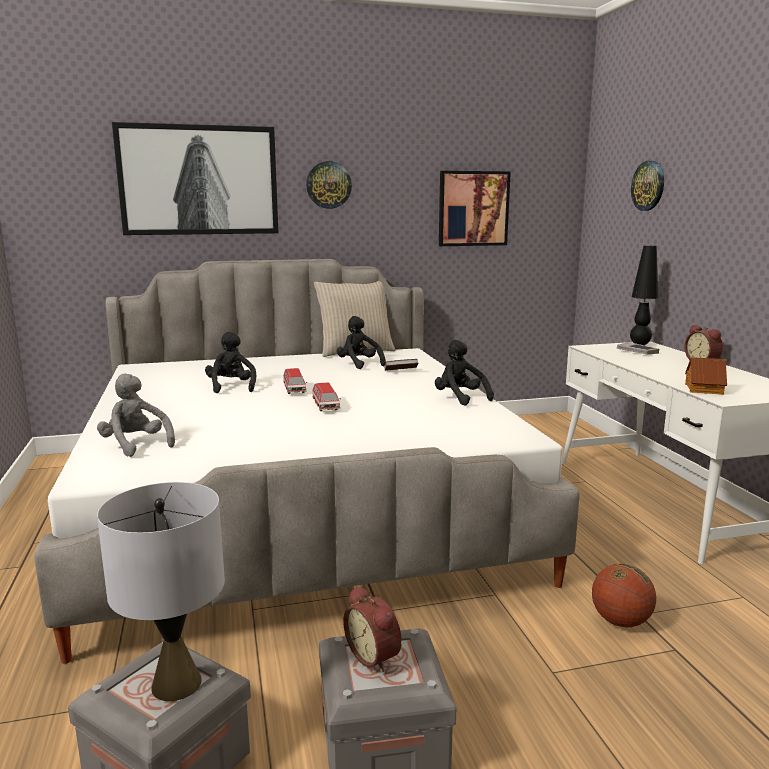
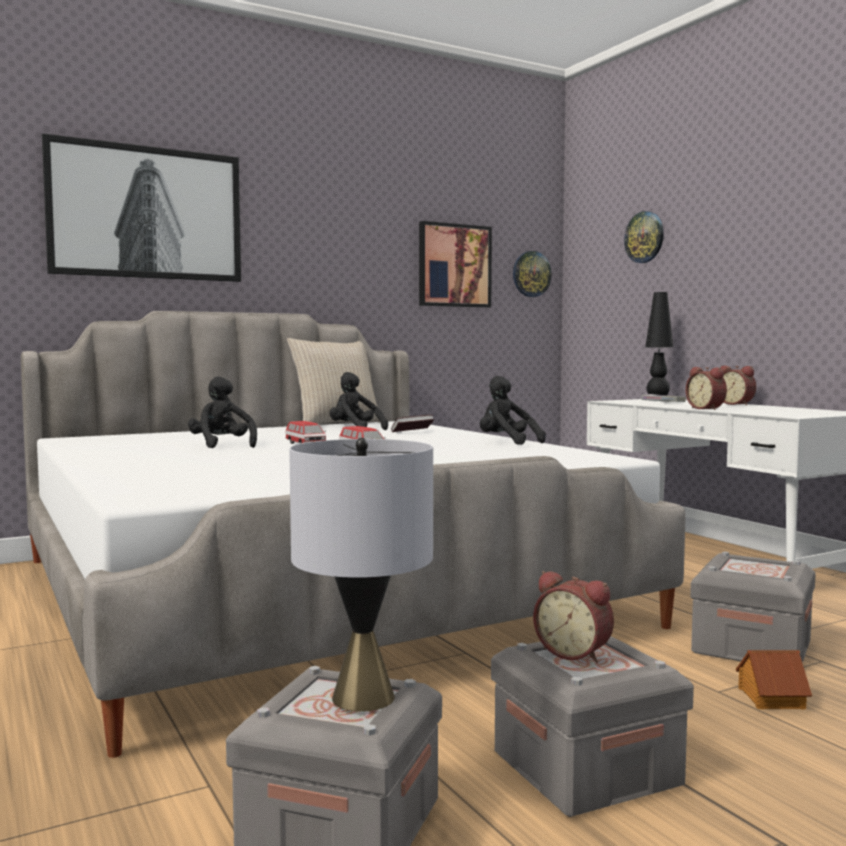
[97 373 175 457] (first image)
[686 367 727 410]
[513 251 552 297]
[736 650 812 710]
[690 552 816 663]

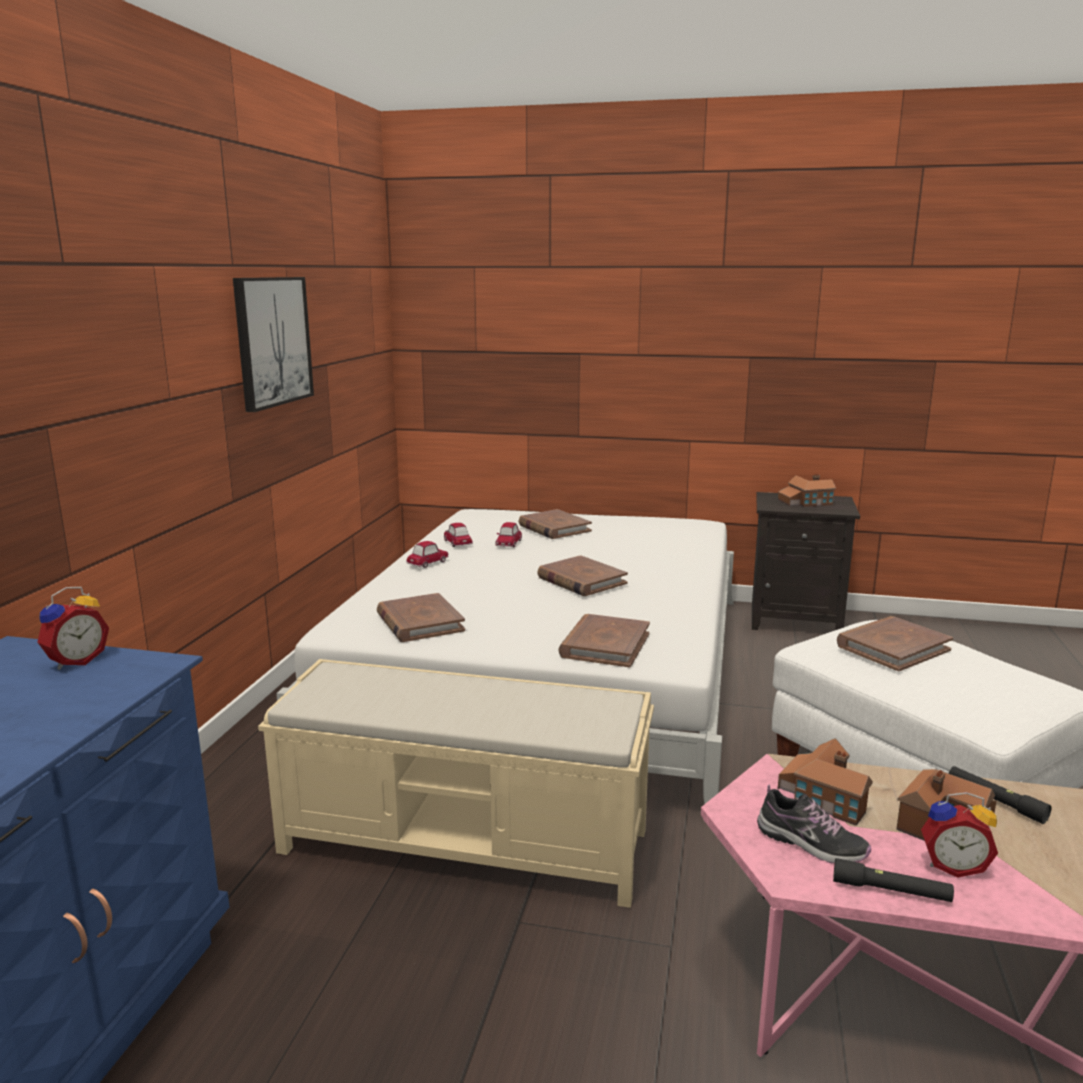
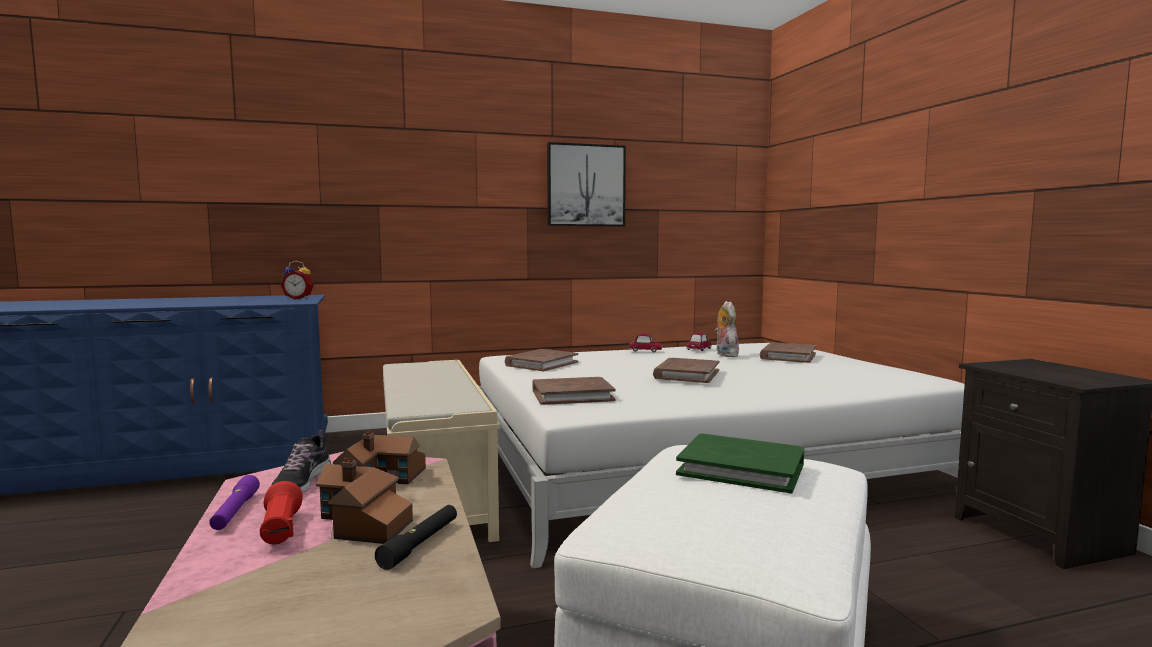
[778 474 836 507] (first image)
[714 301 739 357]
[260 481 303 545]
[209 475 260 530]
[676 434 804 493]

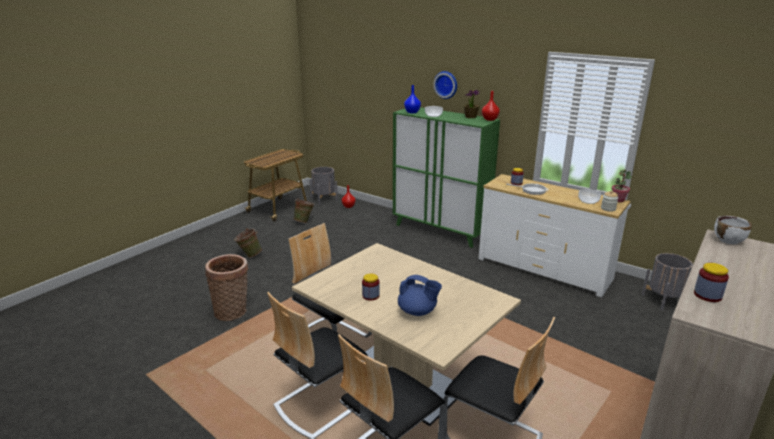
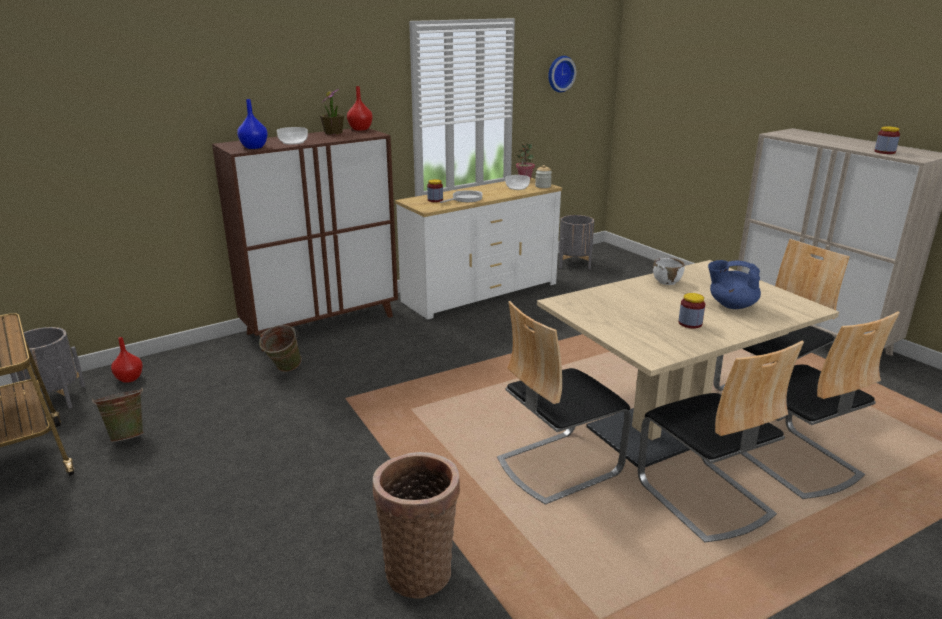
[259 325 302 372]
[548 56 576 92]
[653 258 685 285]
[212 128 398 352]
[708 260 761 309]

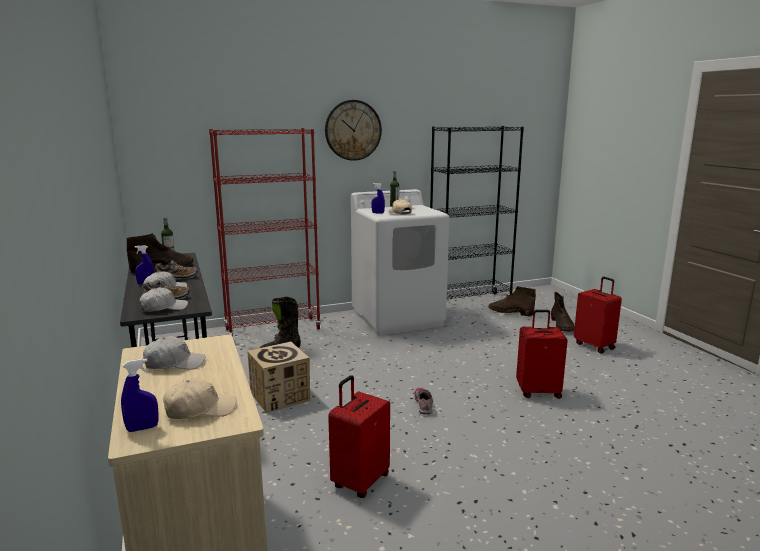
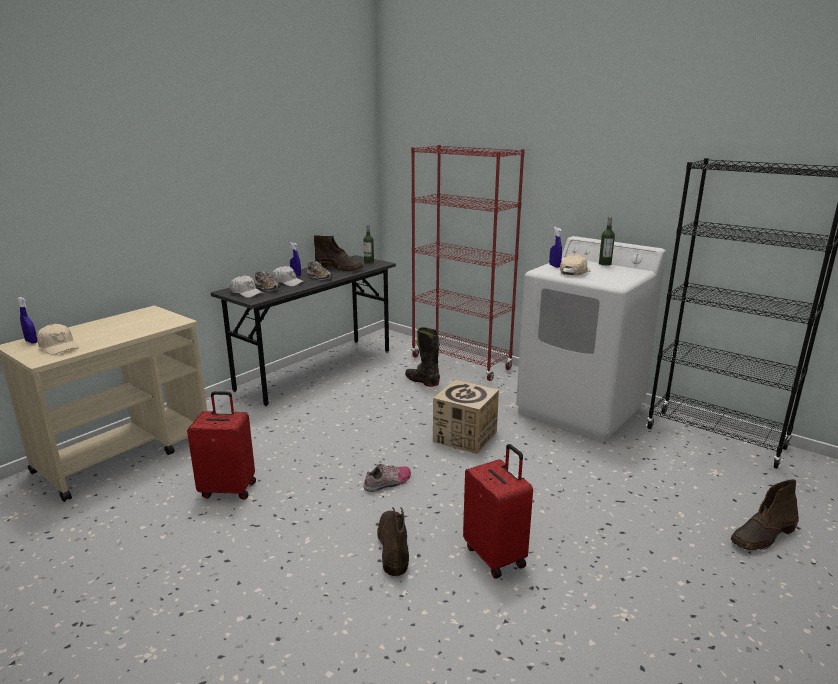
[143 336 206 370] (first image)
[325 100 382 161] (first image)
[574 277 622 354] (first image)
[433 380 499 454]
[377 507 409 576]

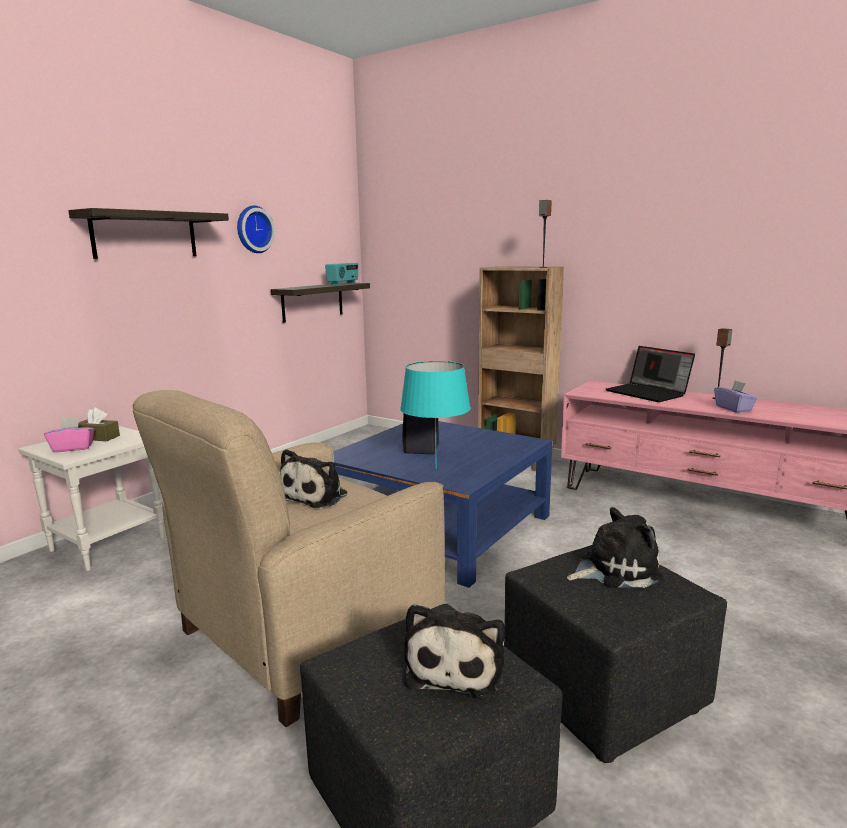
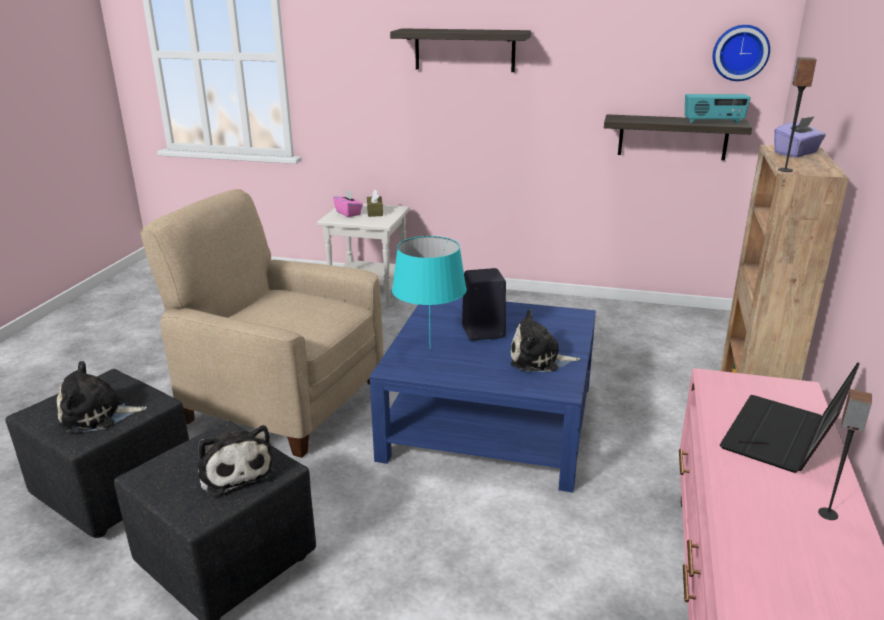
[713 25 770 81]
[511 309 580 372]
[774 116 826 157]

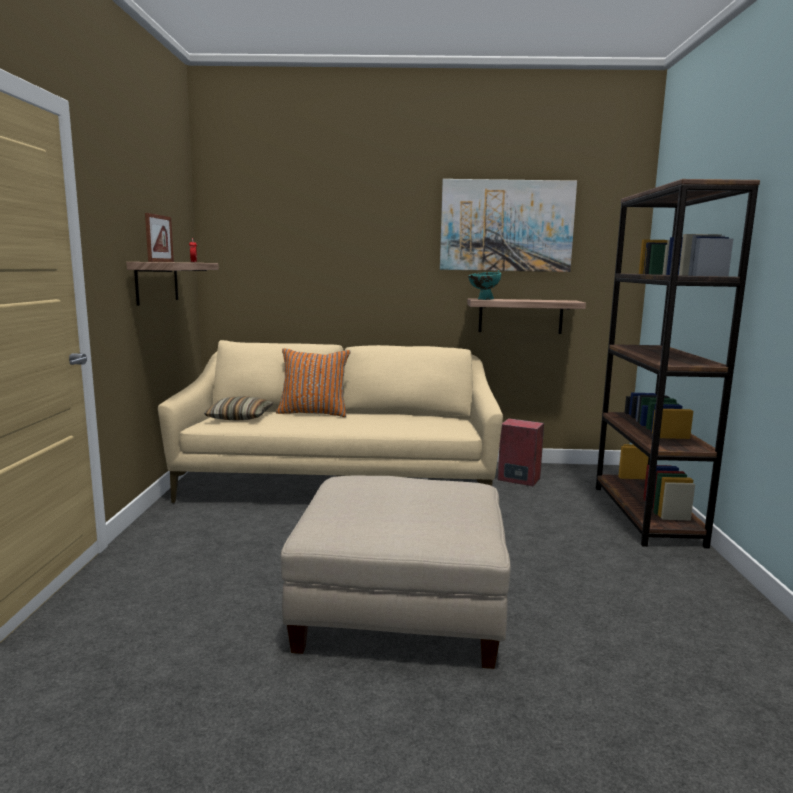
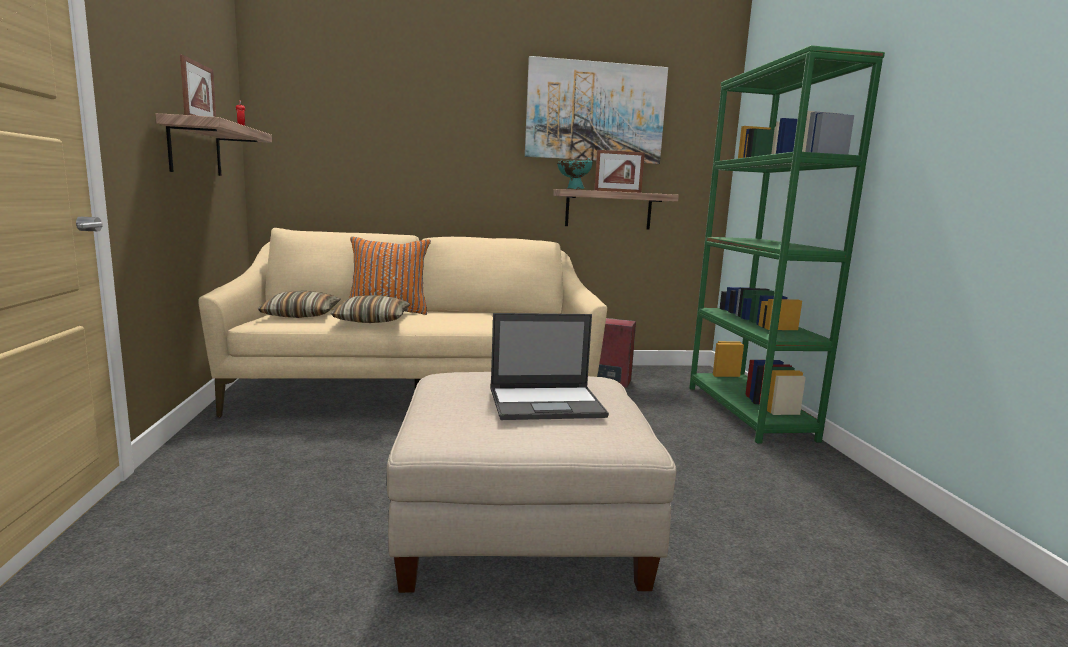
[331 295 410 323]
[491 313 609 420]
[594 150 645 193]
[689 45 885 443]

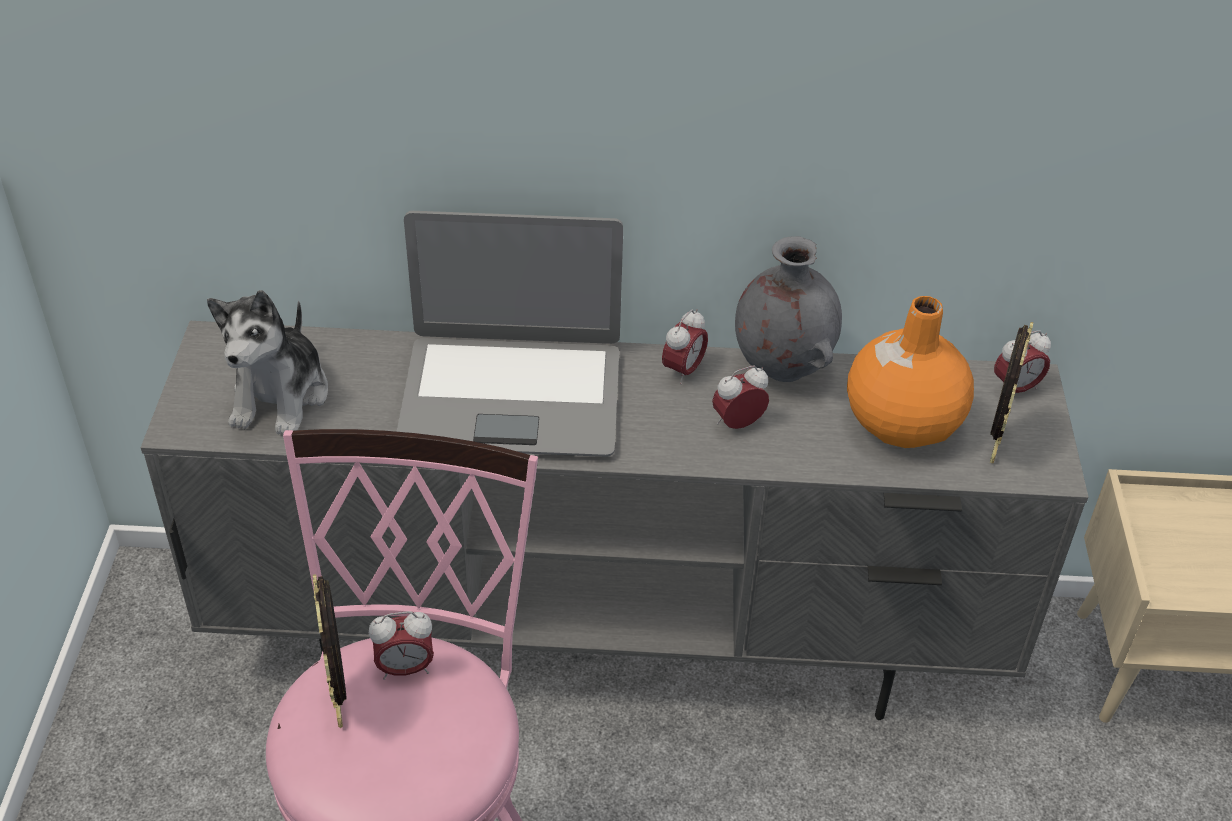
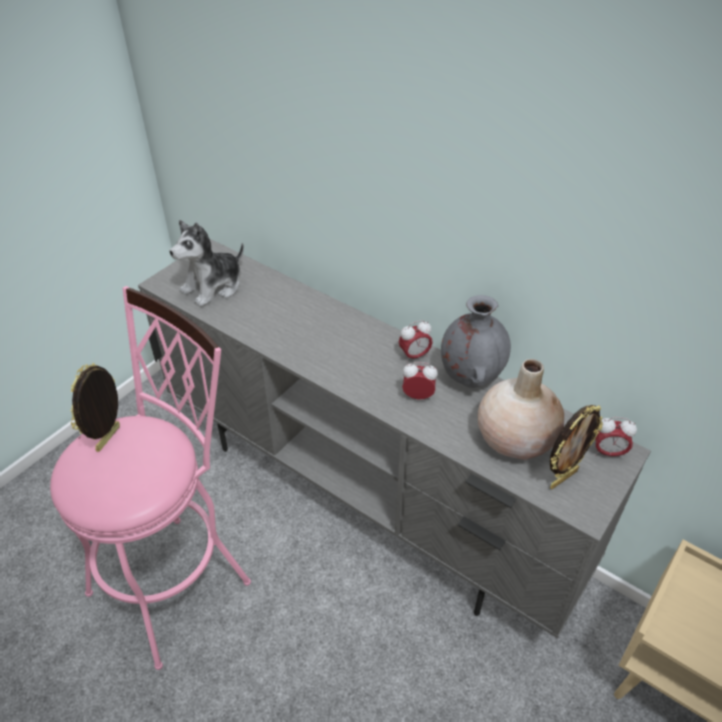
[369 611 434 680] (first image)
[396 211 623 457] (first image)
[478 359 564 460]

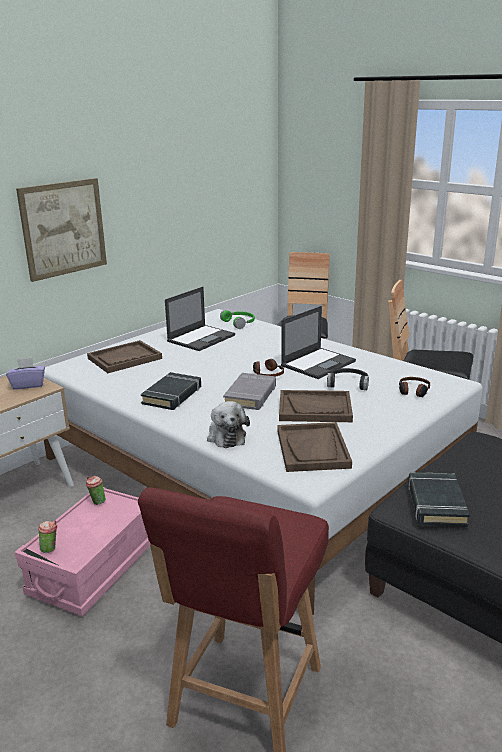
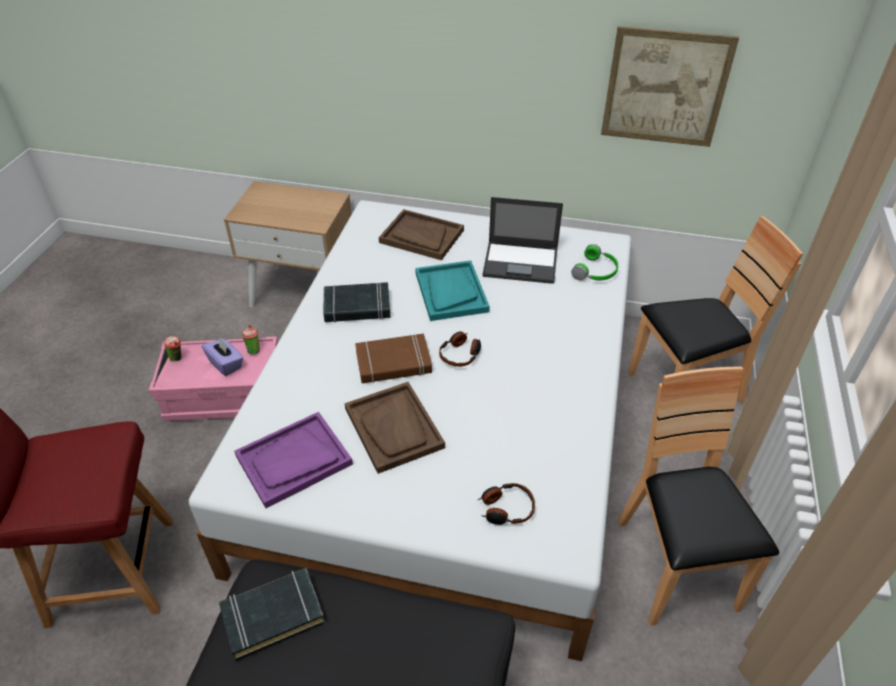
[207 401 250 448] (first image)
[281 306 356 379] (first image)
[327 368 369 390] (first image)
[415 260 490 321]
[202 338 243 376]
[601 26 739 147]
[355 333 432 383]
[234 412 353 508]

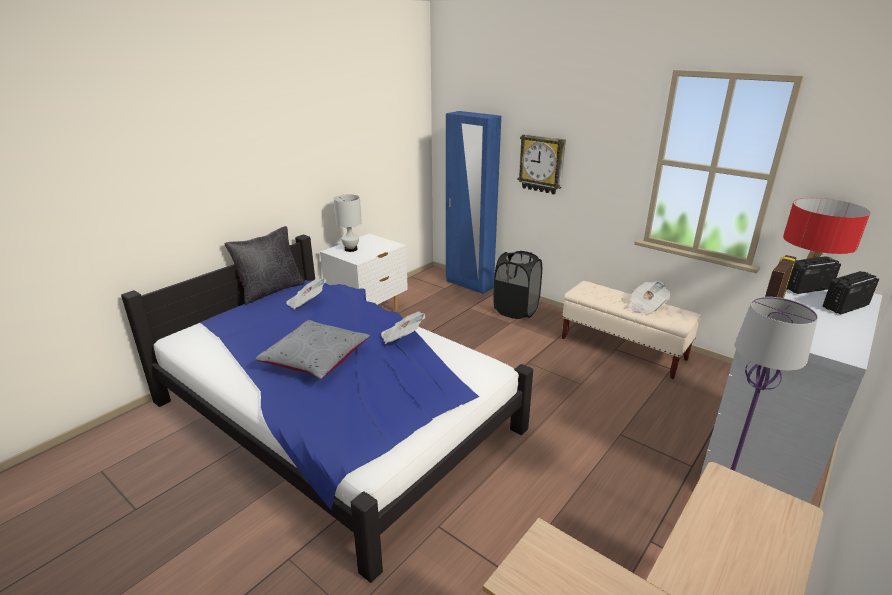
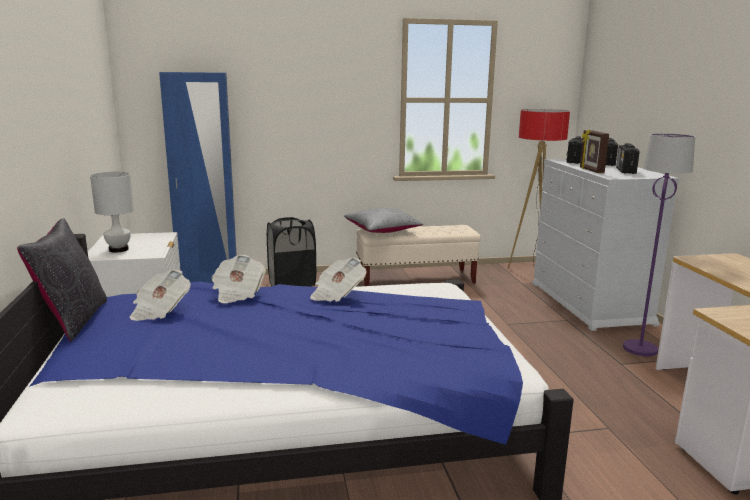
[518 134 566 194] (first image)
[616 143 640 174]
[344 208 423 233]
[211 255 266 303]

